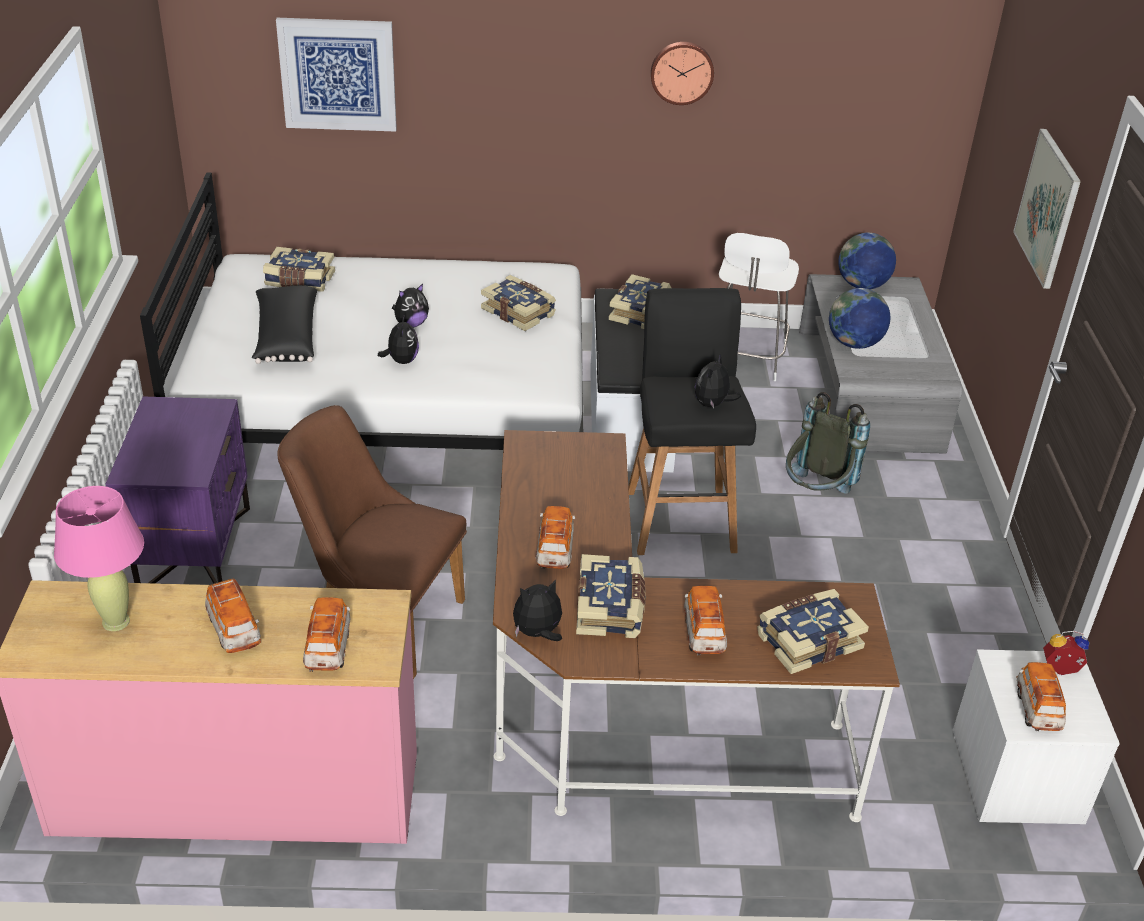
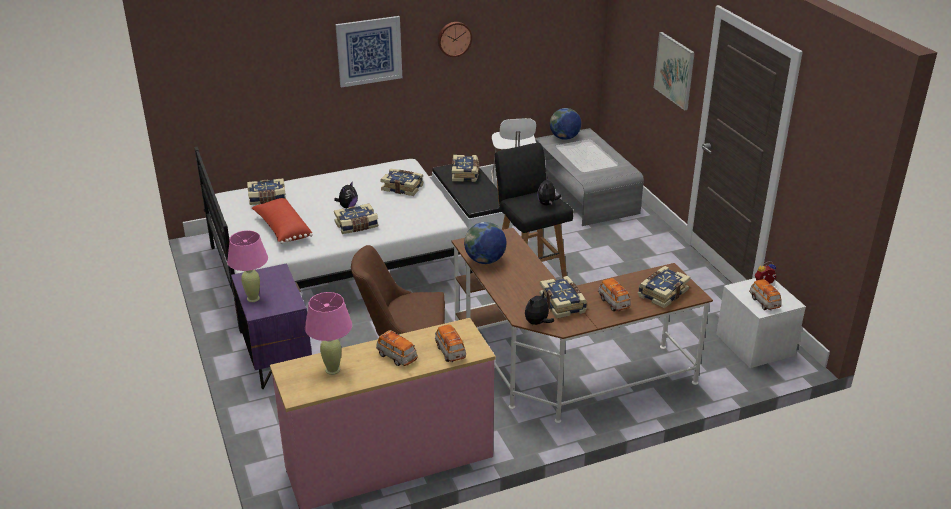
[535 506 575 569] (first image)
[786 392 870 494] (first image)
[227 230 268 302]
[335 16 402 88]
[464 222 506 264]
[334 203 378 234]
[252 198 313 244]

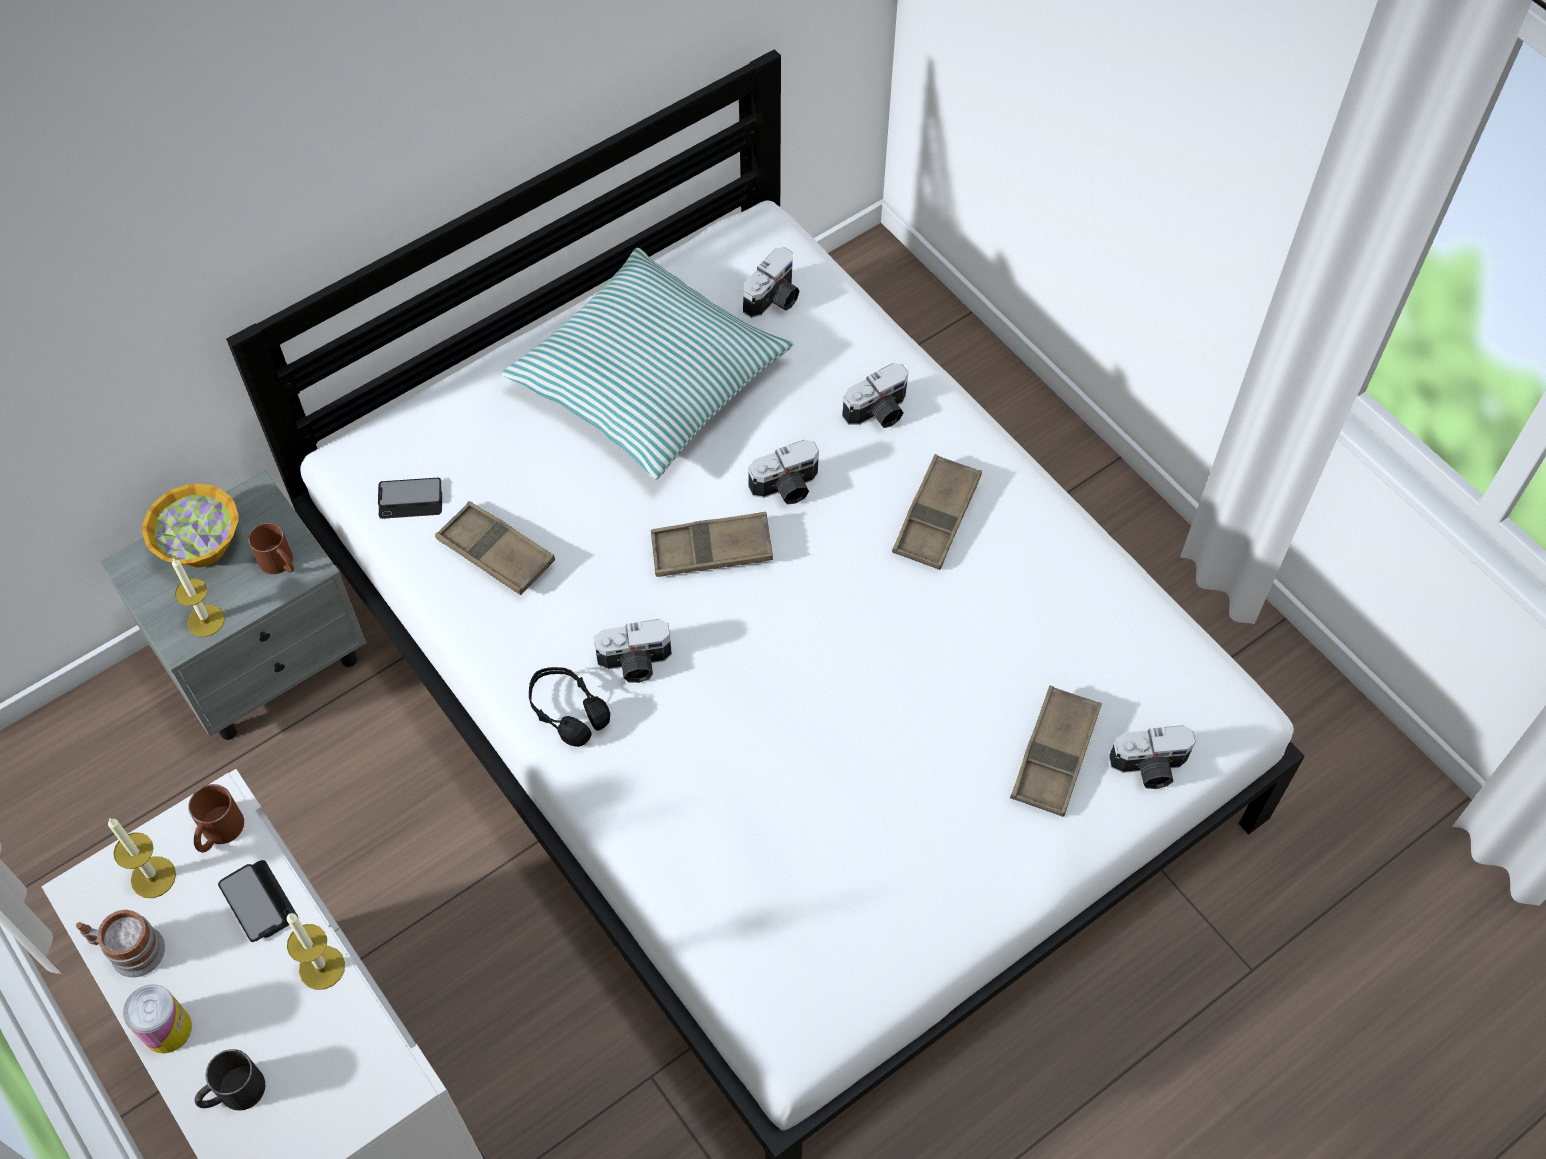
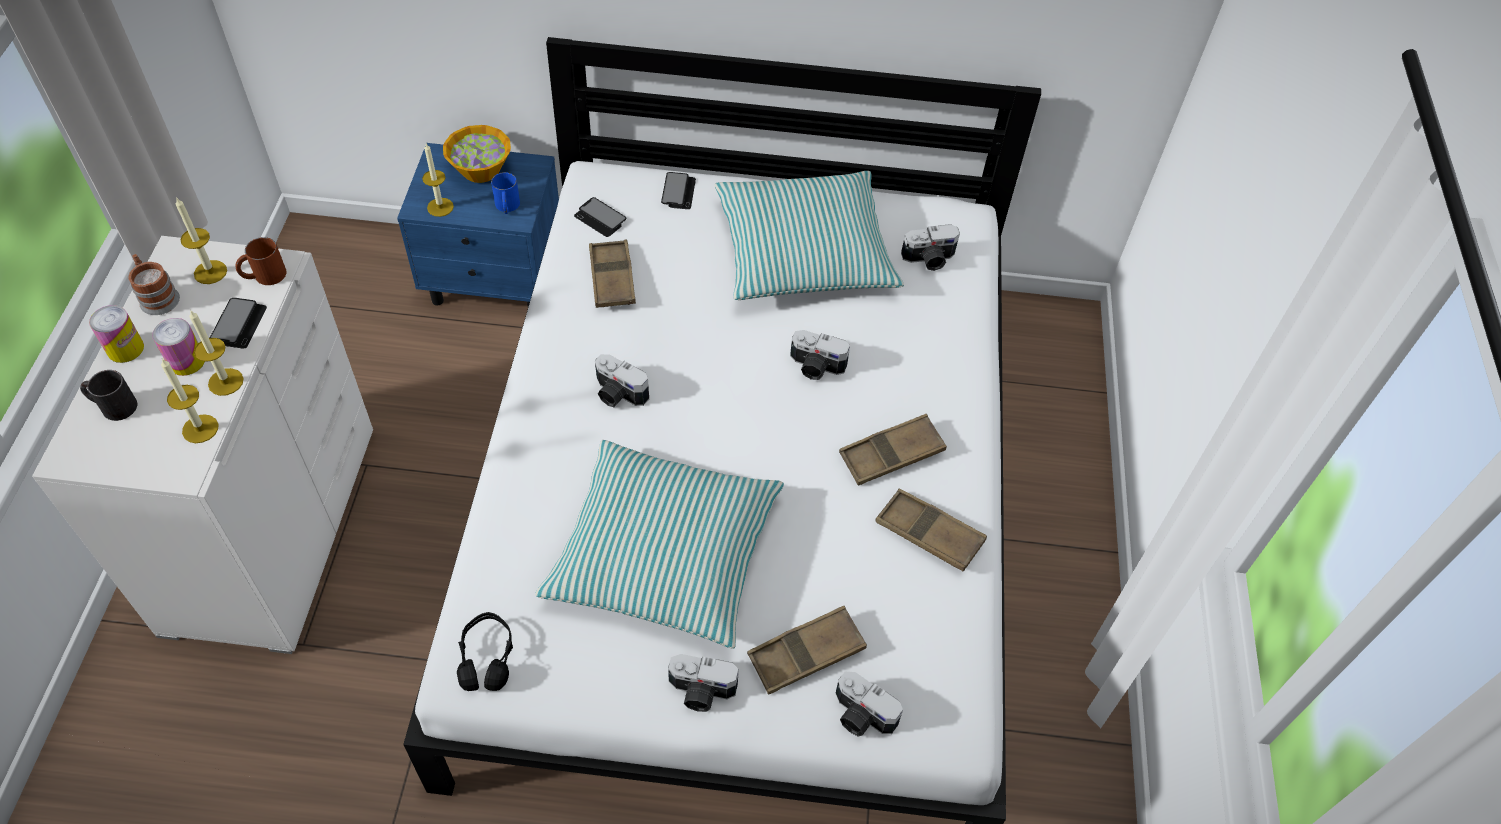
[152 318 205 376]
[161 359 219 443]
[535 440 784 649]
[661 172 696 209]
[457 612 513 691]
[875 489 987 571]
[668 654 739 712]
[397 143 559 307]
[491 172 520 214]

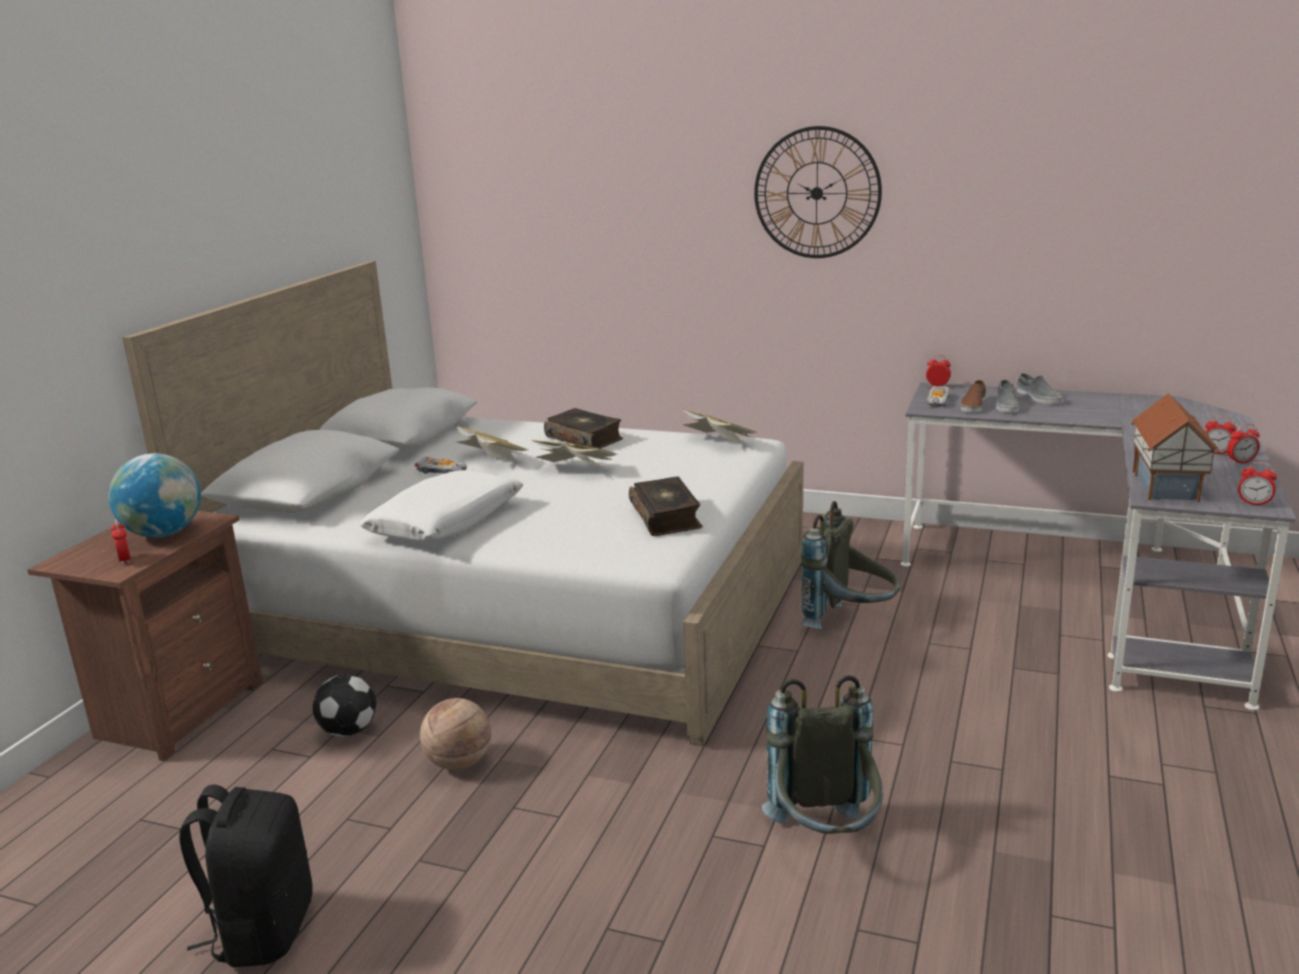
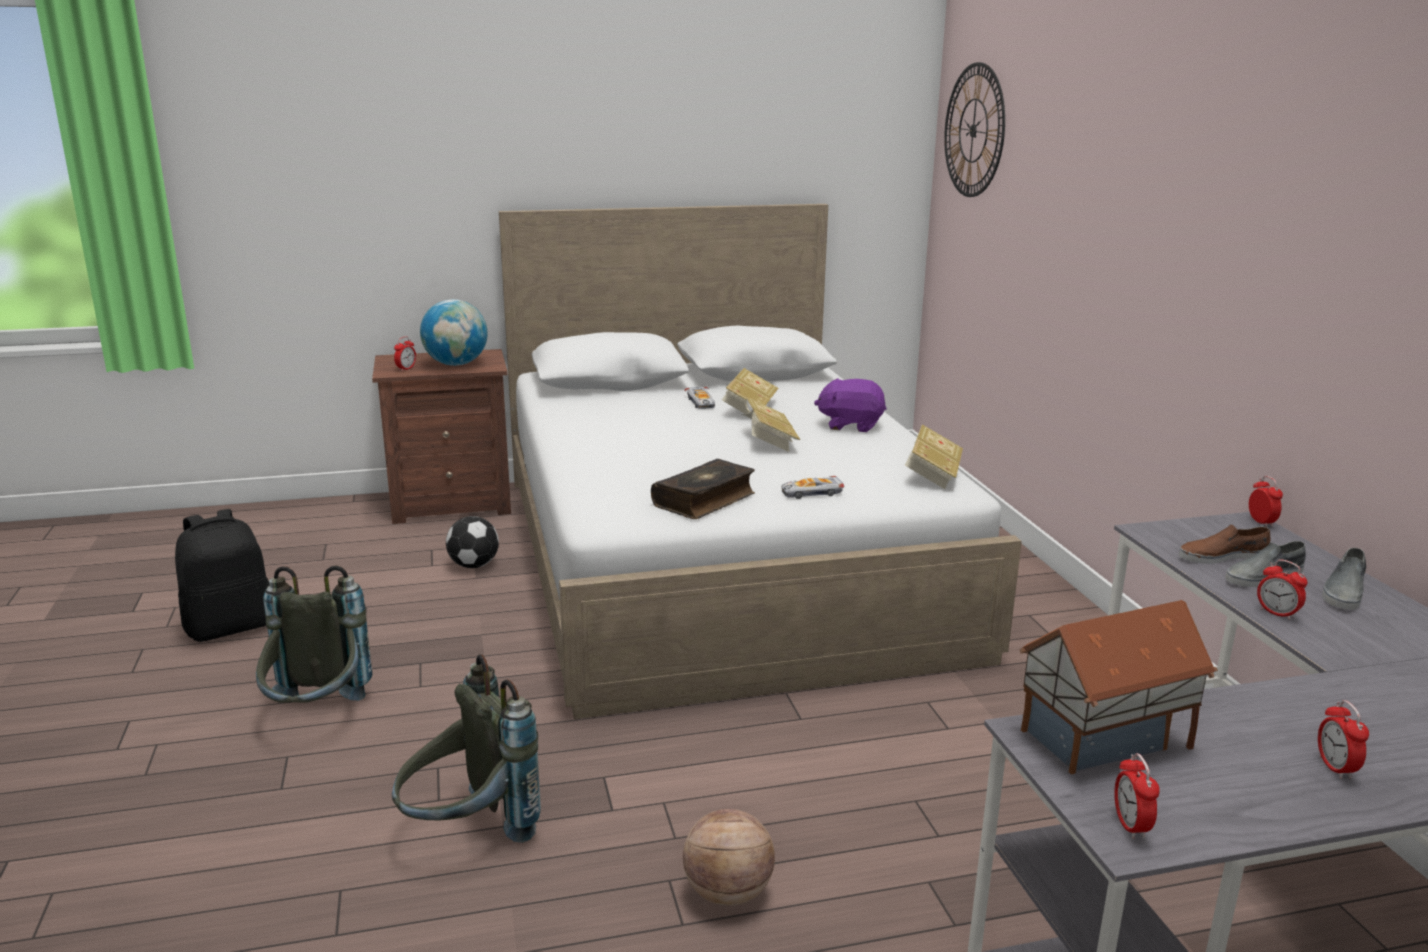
[360 470 523 541] (first image)
[683 809 775 906]
[944 62 1005 197]
[256 565 372 703]
[782 476 844 499]
[1257 560 1308 620]
[814 378 887 432]

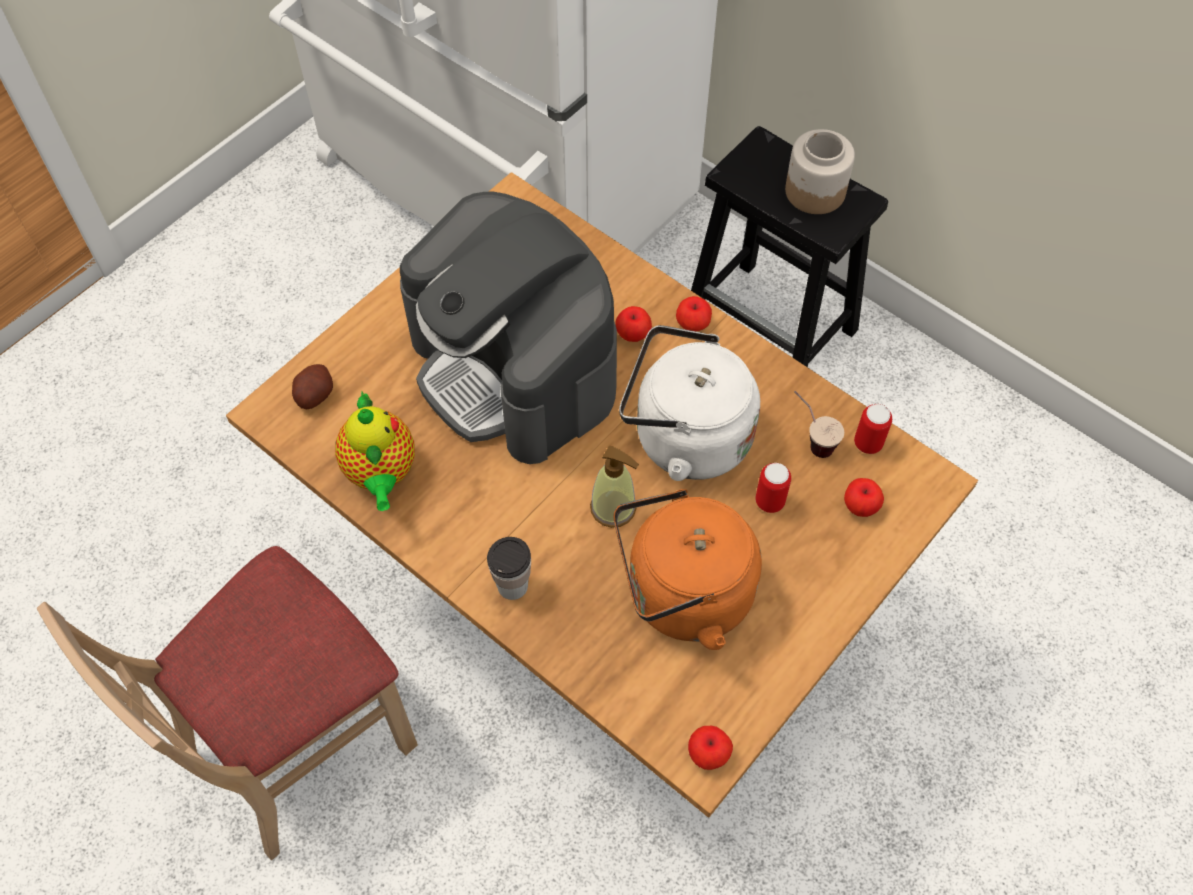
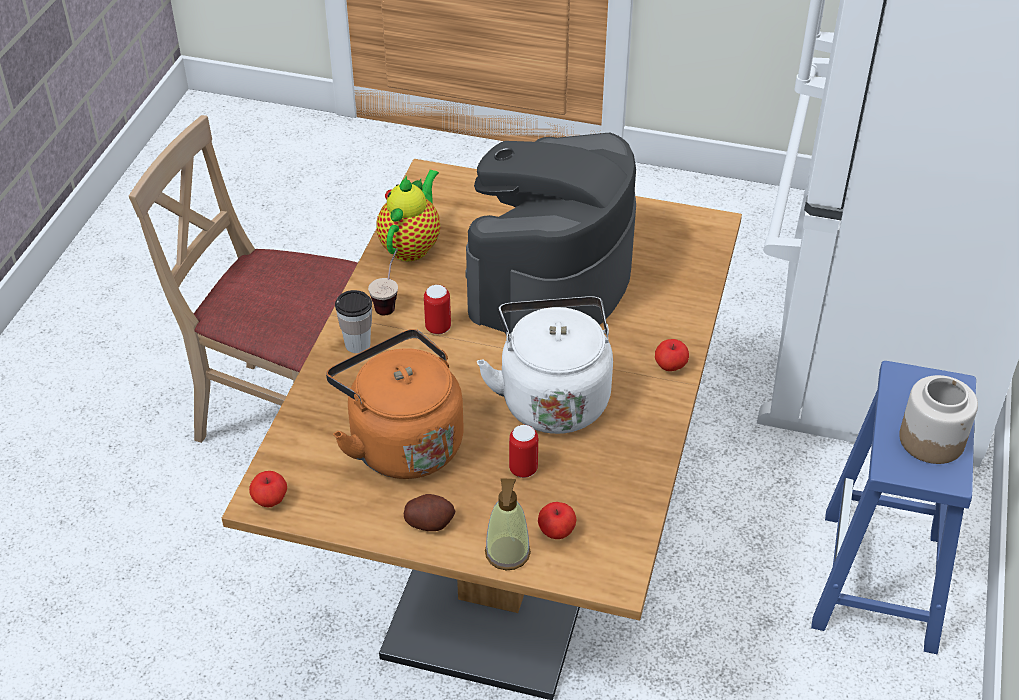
[615 306 652 342] (first image)
[404 494 455 531]
[485 478 531 570]
[368 248 398 315]
[424 285 451 334]
[811 361 976 654]
[377 169 440 261]

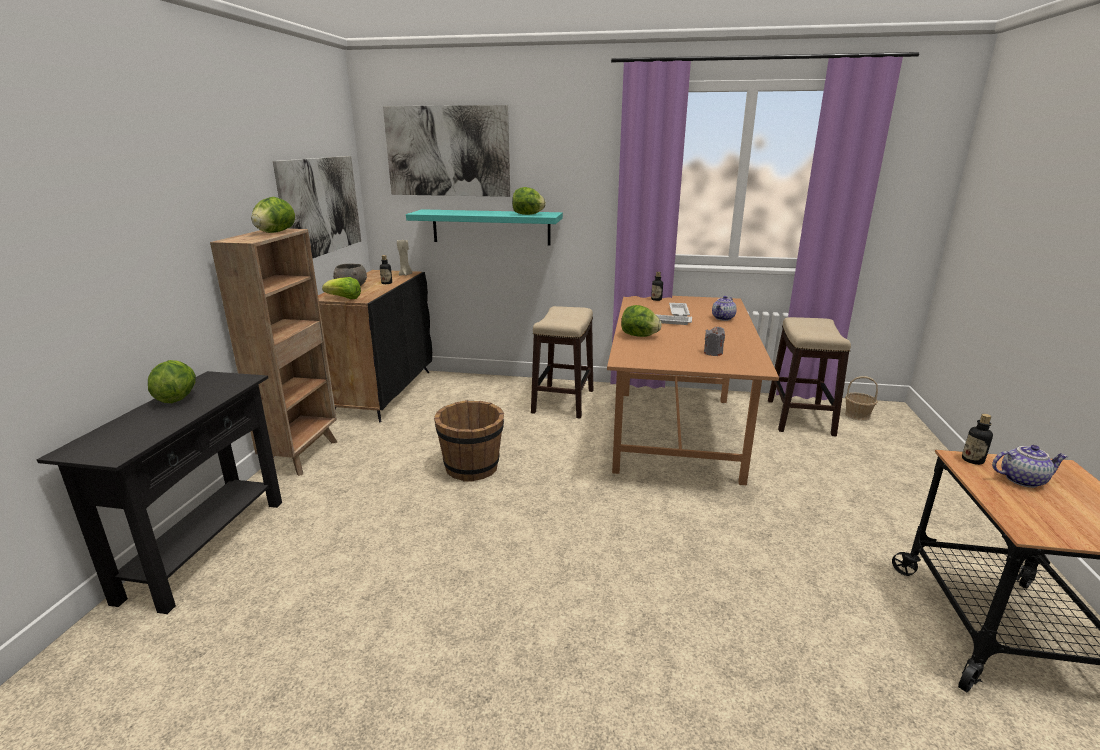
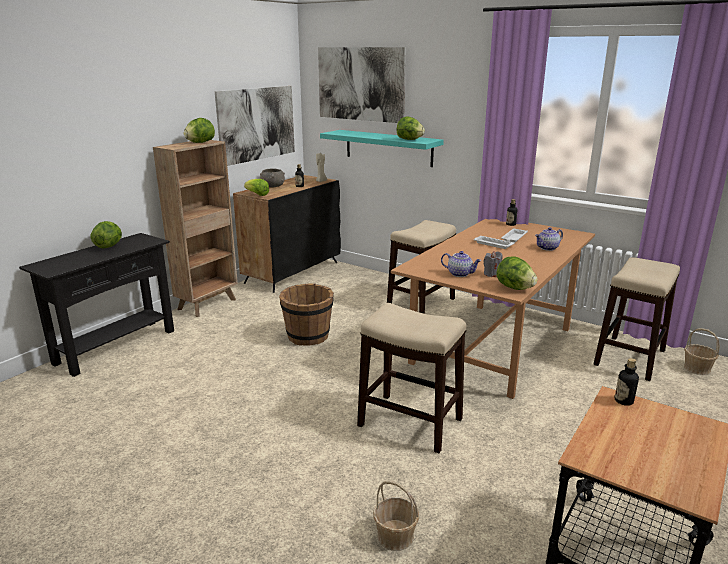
[357 303 467 453]
[373 480 419 551]
[496 256 537 290]
[441 251 481 277]

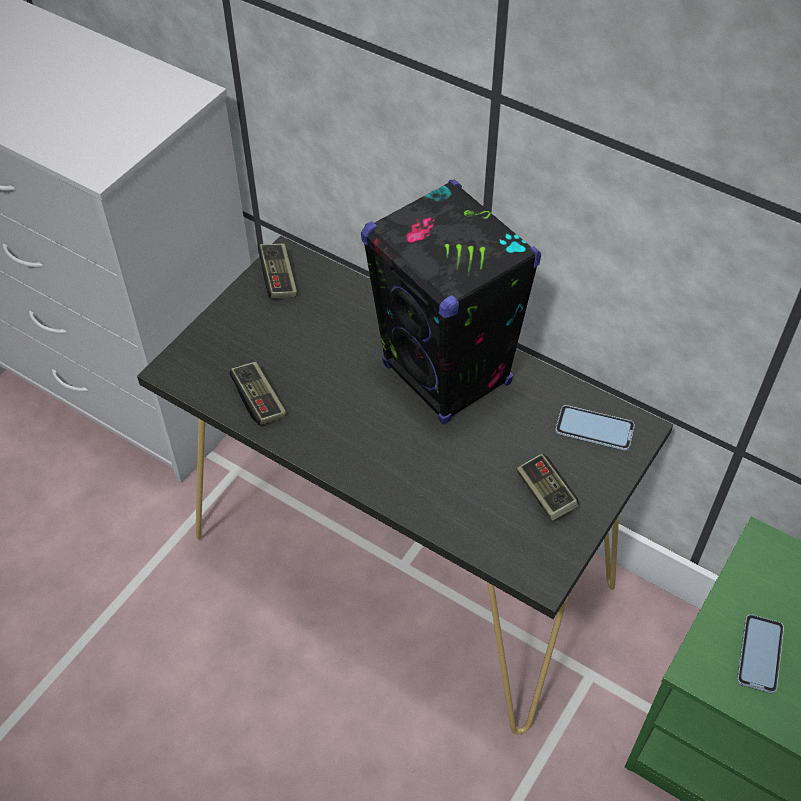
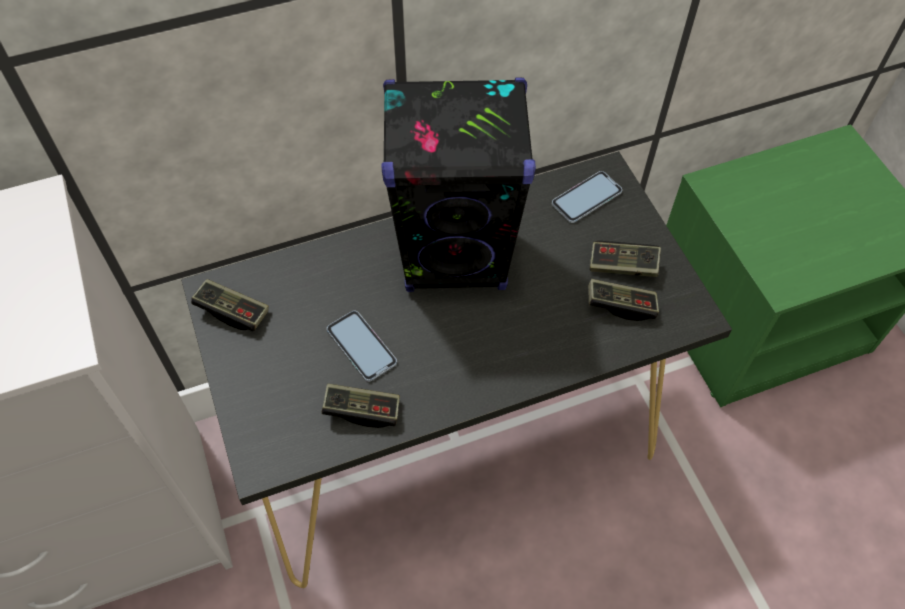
[588 279 659 321]
[327 310 397 382]

